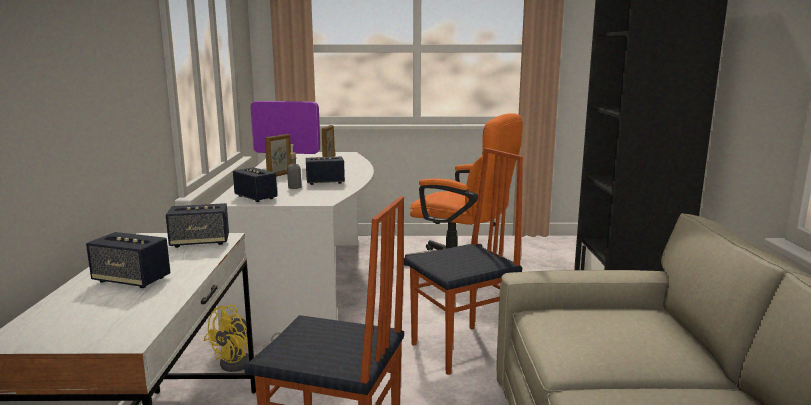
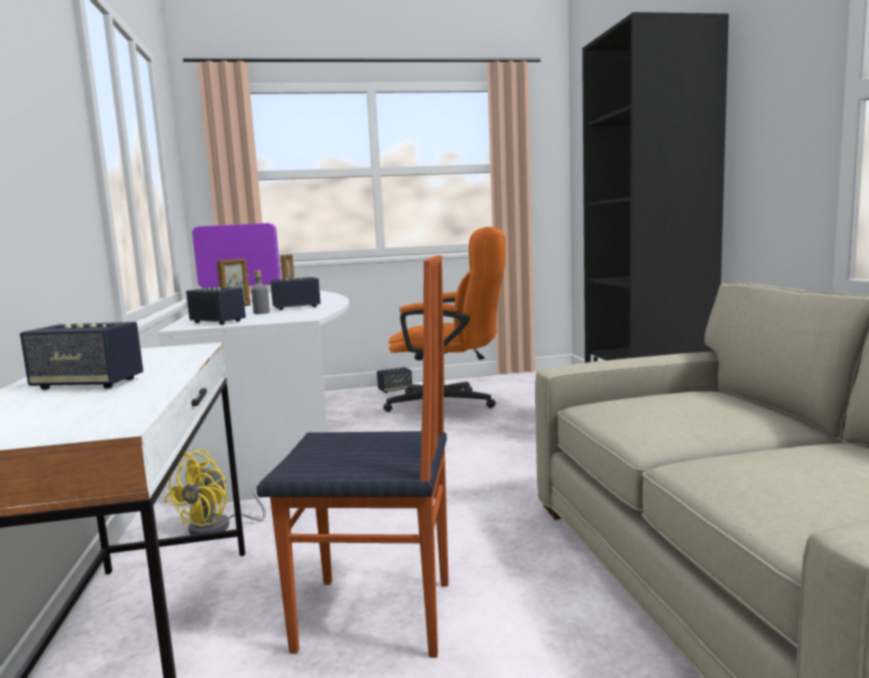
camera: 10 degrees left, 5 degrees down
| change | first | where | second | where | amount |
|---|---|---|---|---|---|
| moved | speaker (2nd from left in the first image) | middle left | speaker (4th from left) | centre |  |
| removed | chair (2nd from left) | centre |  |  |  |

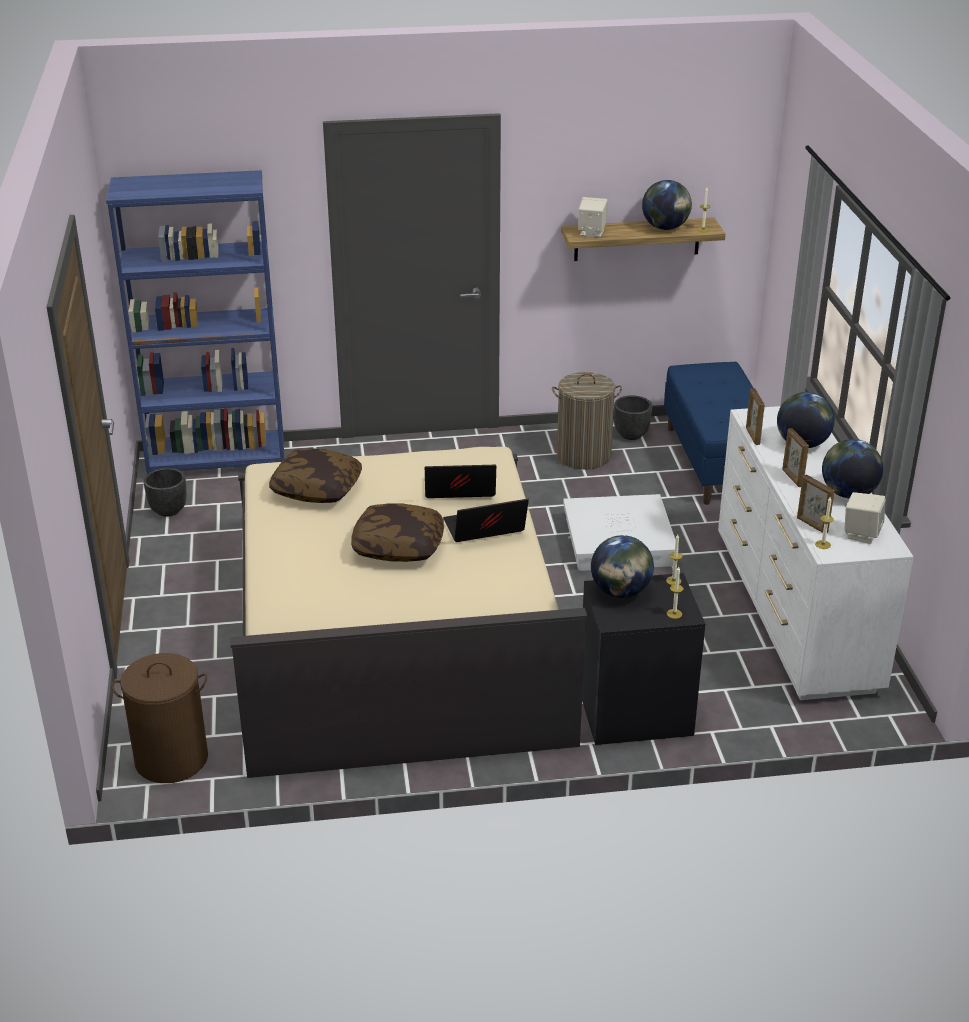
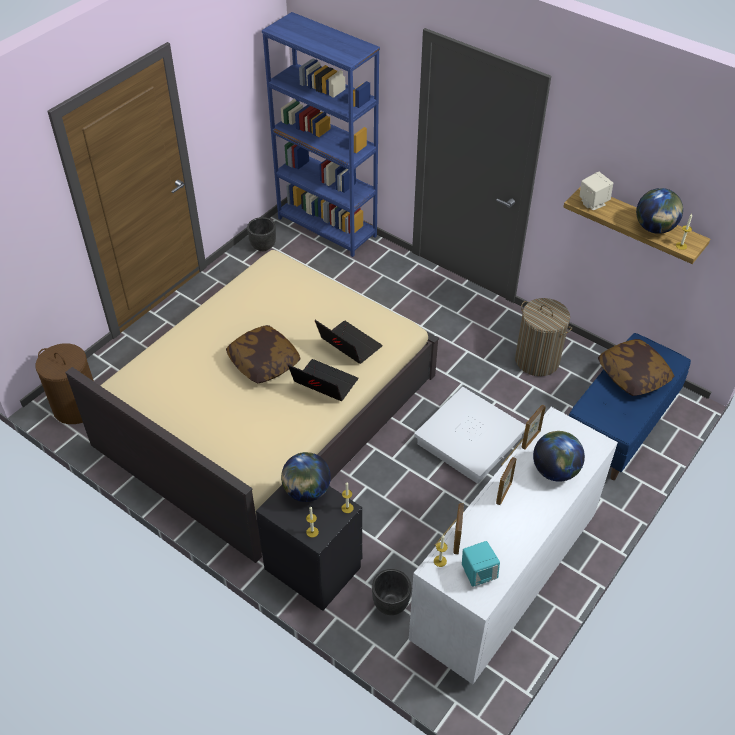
camera: 45 degrees right, 15 degrees up
| change | first | where | second | where | amount |
|---|---|---|---|---|---|
| moved | black planter (2nd from left) | centre |  | bottom centre |  |
| recoloured | beige speaker (2nd from left) | middle right | turquoise speaker | bottom centre |  |
| moved | pillow (1st from left in the first image) | middle left | pillow (2nd from left) | middle right |  |
| removed | globe (4th from left) | middle right |  |  |  |

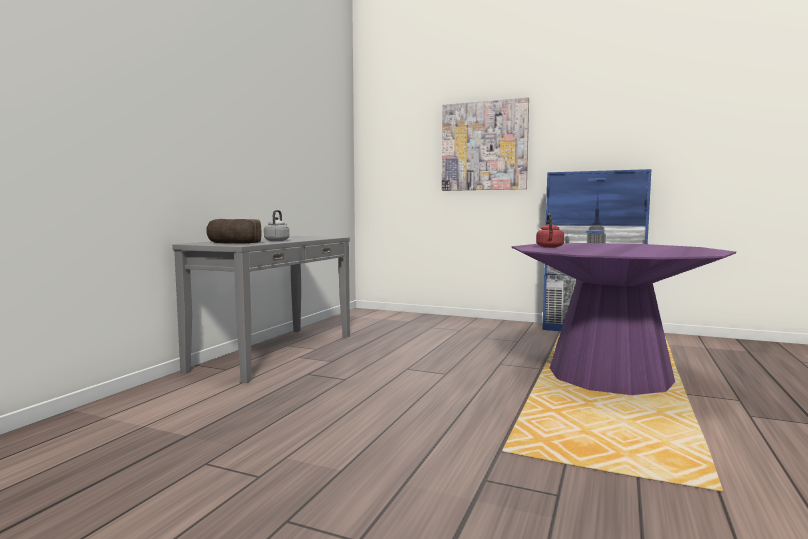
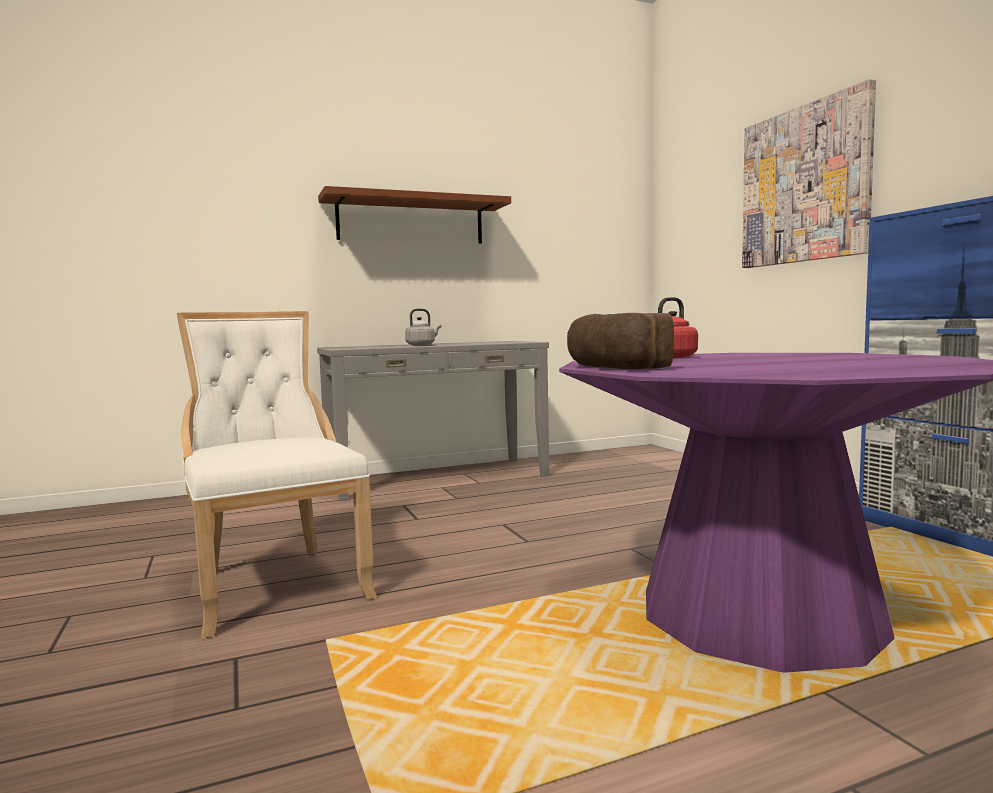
camera: 45 degrees right, 0 degrees up
| change | first | where | second | where | amount |
|---|---|---|---|---|---|
| added |  |  | white chair | middle left |  |
| added |  |  | brown shelf | top centre |  |
| moved | bread | middle left |  | centre |  |

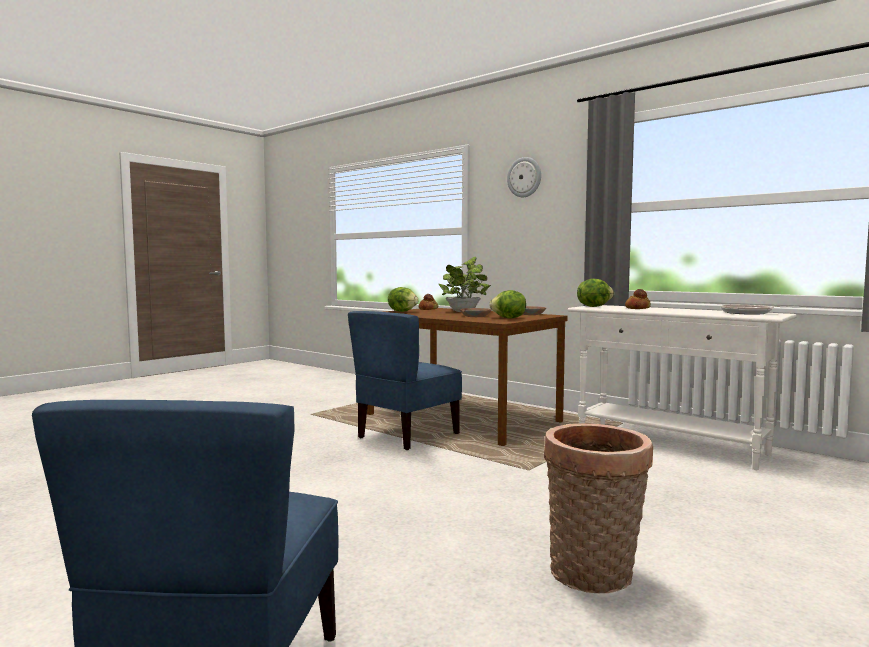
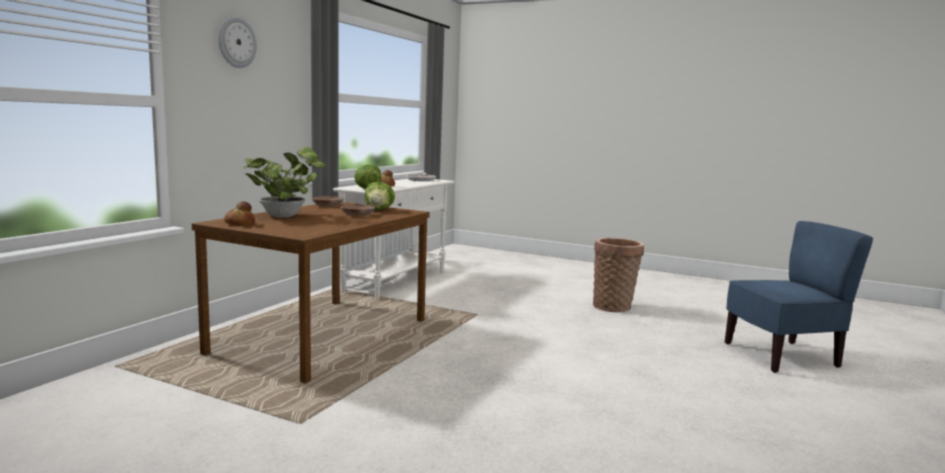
camera: 105 degrees left, 5 degrees up
| change | first | where | second | where | amount |
|---|---|---|---|---|---|
| removed | blue chair (2nd from left) | centre |  |  |  |
| removed | lettuce (1st from left) | centre |  |  |  |

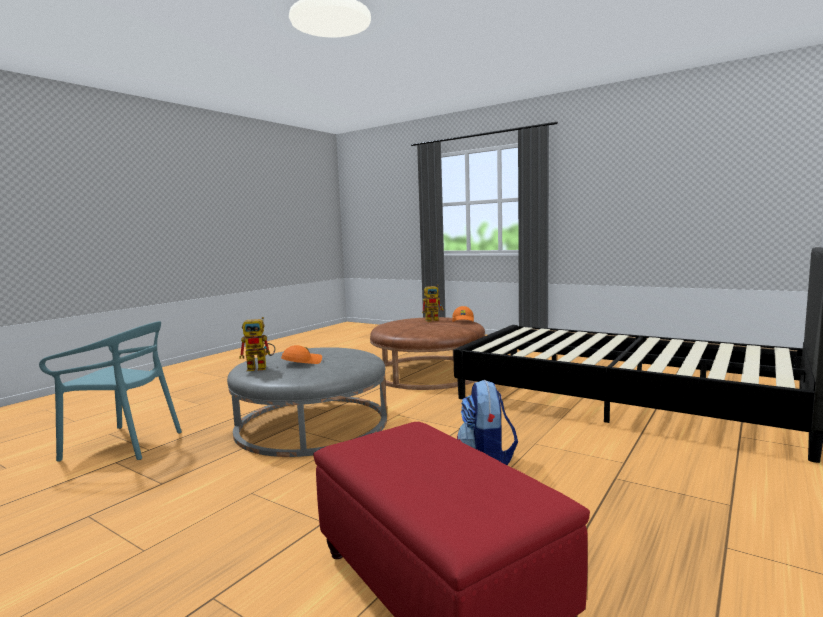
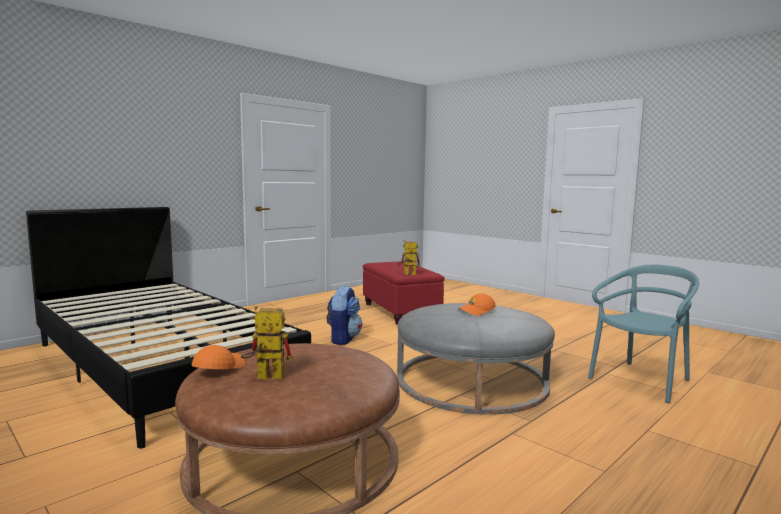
camera: 170 degrees left, 0 degrees up
| change | first | where | second | where | amount |
|---|---|---|---|---|---|
| moved | toy robot (1st from left in the first image) | middle left | toy robot (2nd from left) | centre |  |
| turned | turquoise chair | middle left |  | middle right | 120 degrees clockwise |

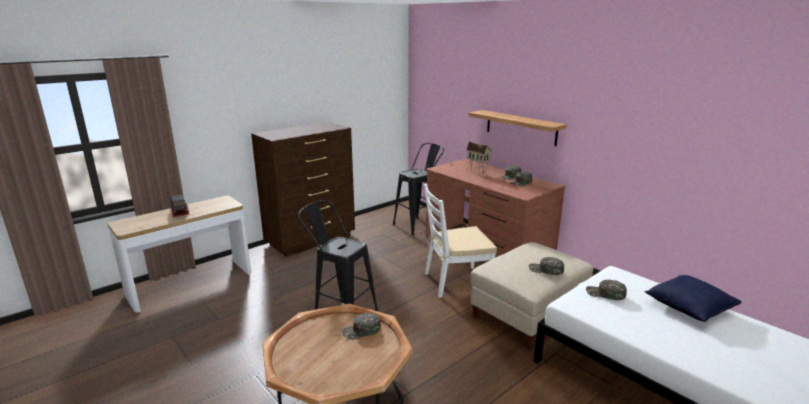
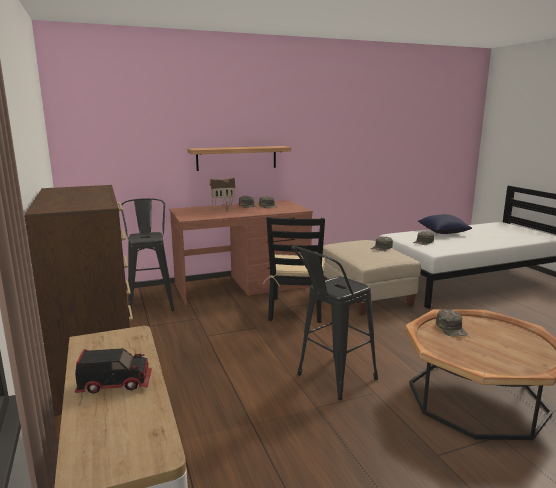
camera: 70 degrees left, 5 degrees down
| change | first | where | second | where | amount |
|---|---|---|---|---|---|
| recoloured | white chair | centre | black chair | centre |  |

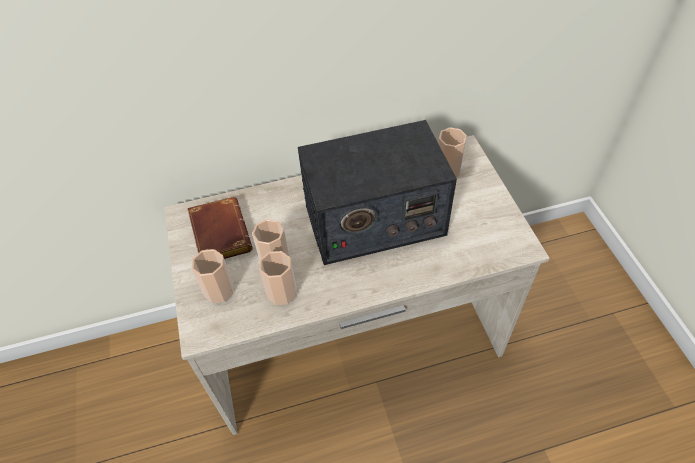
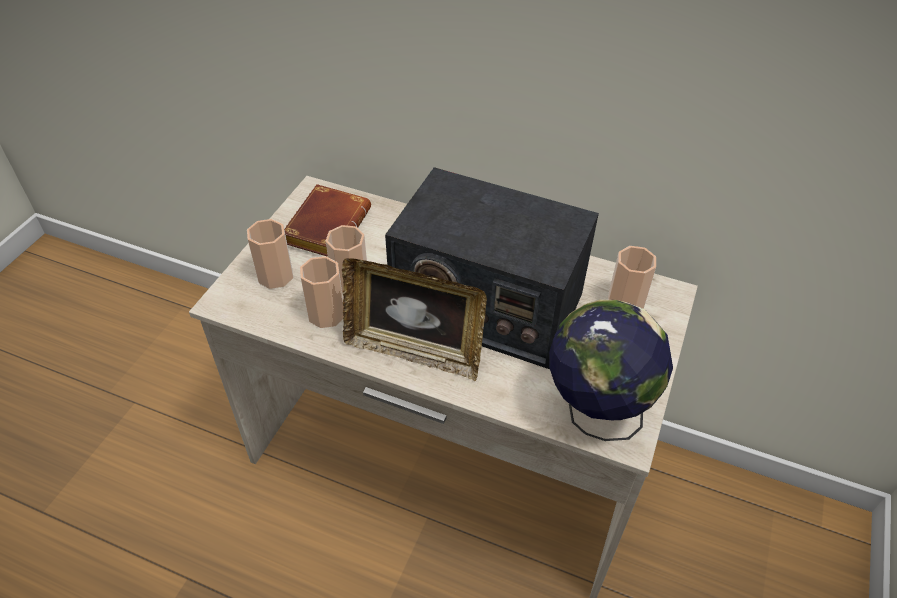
camera: 35 degrees right, 5 degrees down
| change | first | where | second | where | amount |
|---|---|---|---|---|---|
| added |  |  | picture frame | centre |  |
| added |  |  | globe | middle right |  |

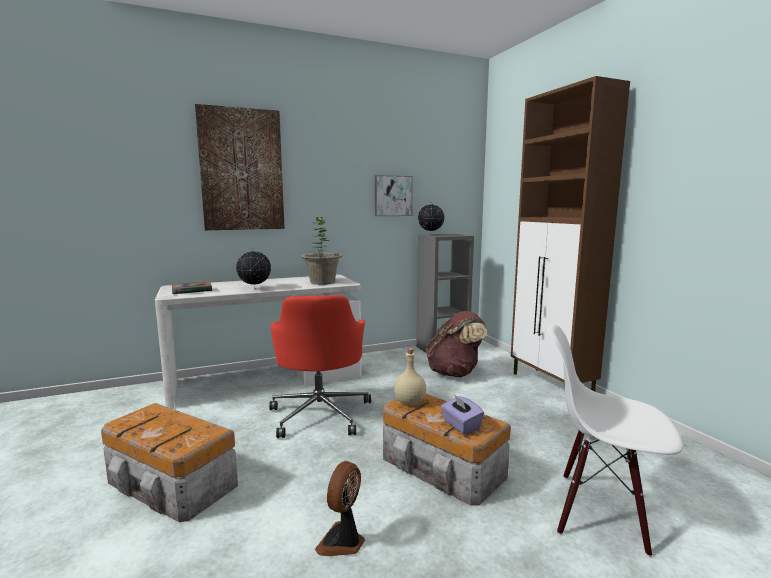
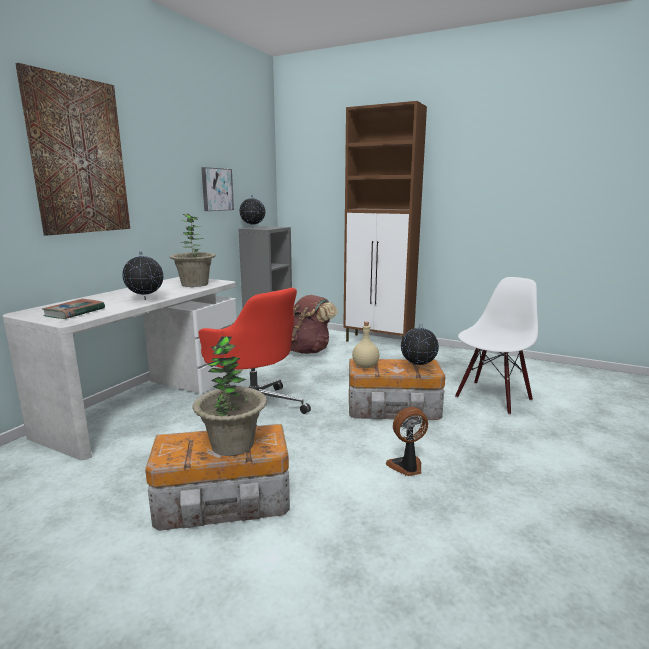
camera: 40 degrees left, 5 degrees up
| change | first | where | second | where | amount |
|---|---|---|---|---|---|
| added |  |  | potted plant (2nd from left) | centre |  |
| turned | fan | bottom centre |  | bottom centre | 90 degrees clockwise |
| replaced | purple tissue box | bottom centre | globe (3rd from left) | centre |  |
| turned | white chair | bottom right |  | middle right | 150 degrees clockwise |

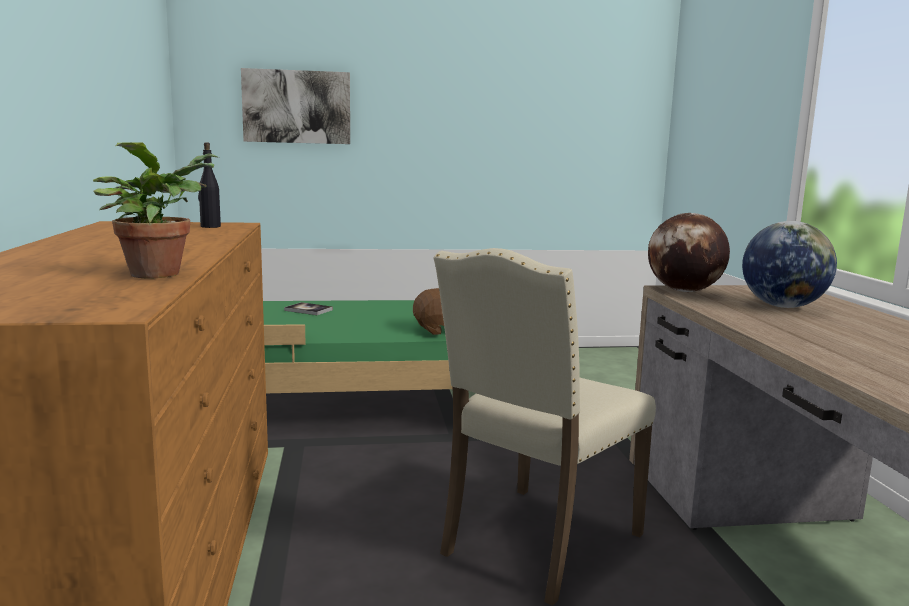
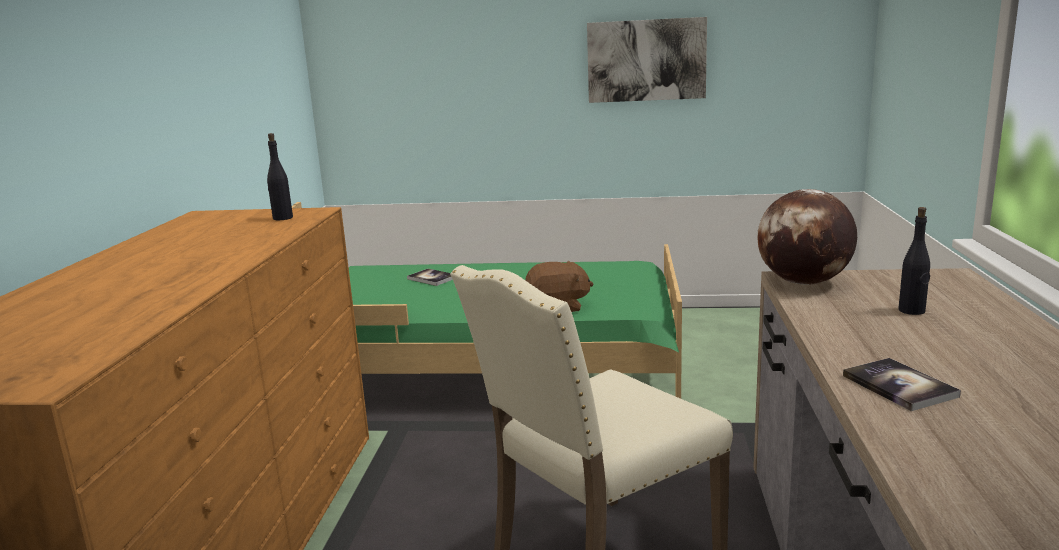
camera: 15 degrees right, 5 degrees up
| change | first | where | second | where | amount |
|---|---|---|---|---|---|
| moved | picture | top left |  | top centre |  |
| added |  |  | book (2nd from left) | bottom right |  |
| replaced | globe (2nd from left) | middle right | black bottle (2nd from left) | middle right |  |
| removed | potted plant | middle left |  |  |  |

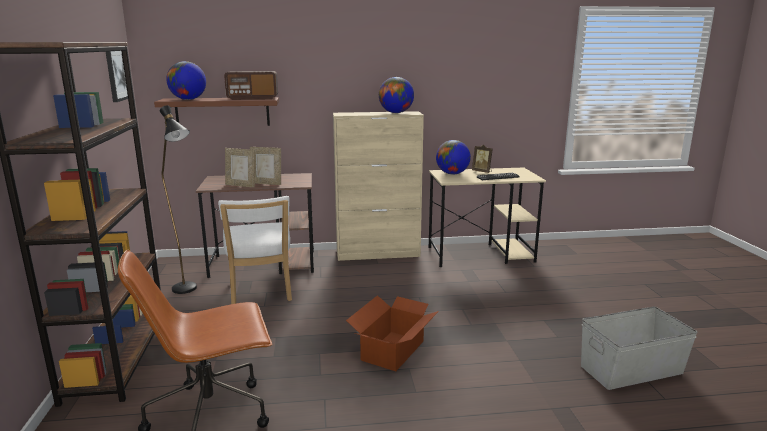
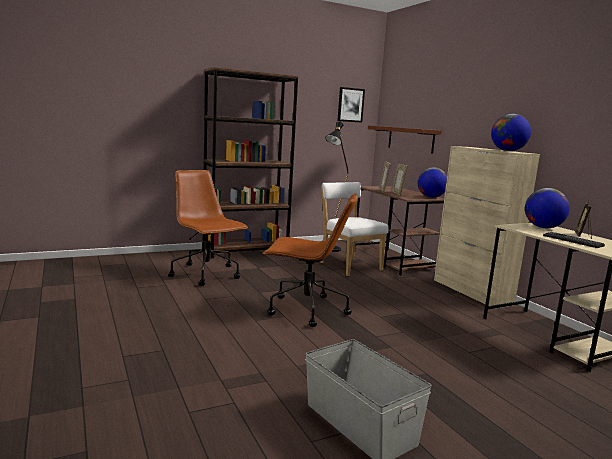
camera: 70 degrees right, 5 degrees down
| change | first | where | second | where | amount |
|---|---|---|---|---|---|
| replaced | cardboard box | bottom centre | brown office chair (2nd from left) | centre |  |
| turned | white chair | middle left |  | centre | 90 degrees clockwise |
| moved | globe (1st from left) | top left |  | middle right |  |
| removed | radio | top left |  |  |  |

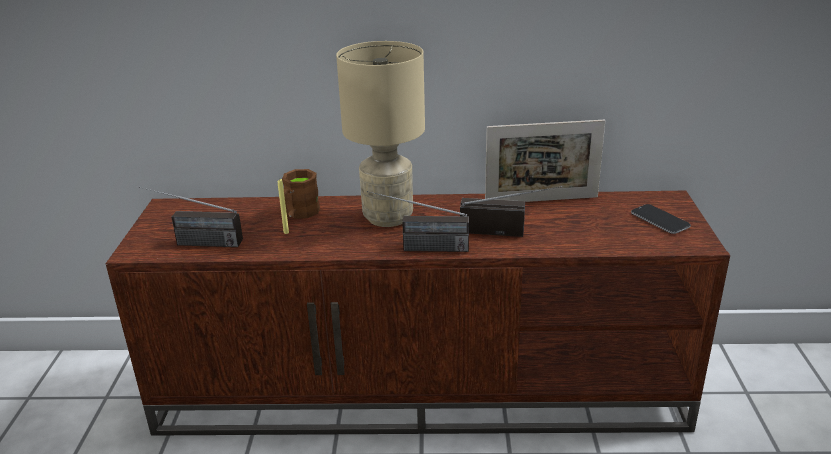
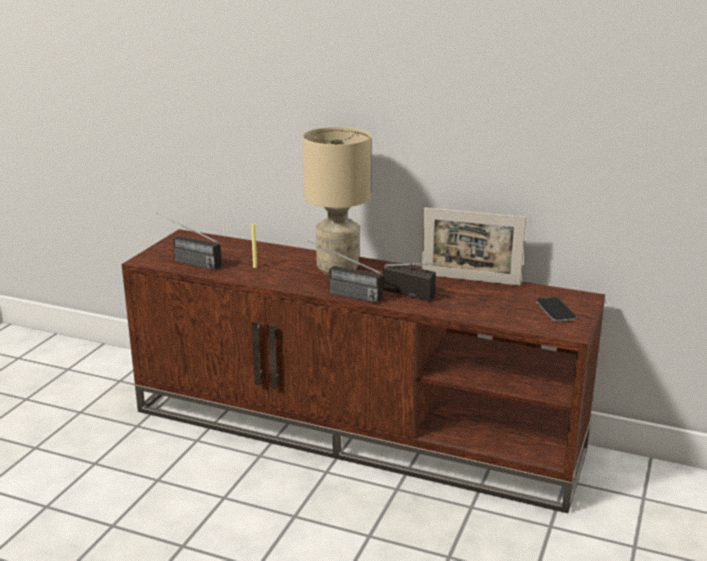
camera: 20 degrees right, 5 degrees down
| change | first | where | second | where | amount |
|---|---|---|---|---|---|
| removed | brown mug | centre |  |  |  |

